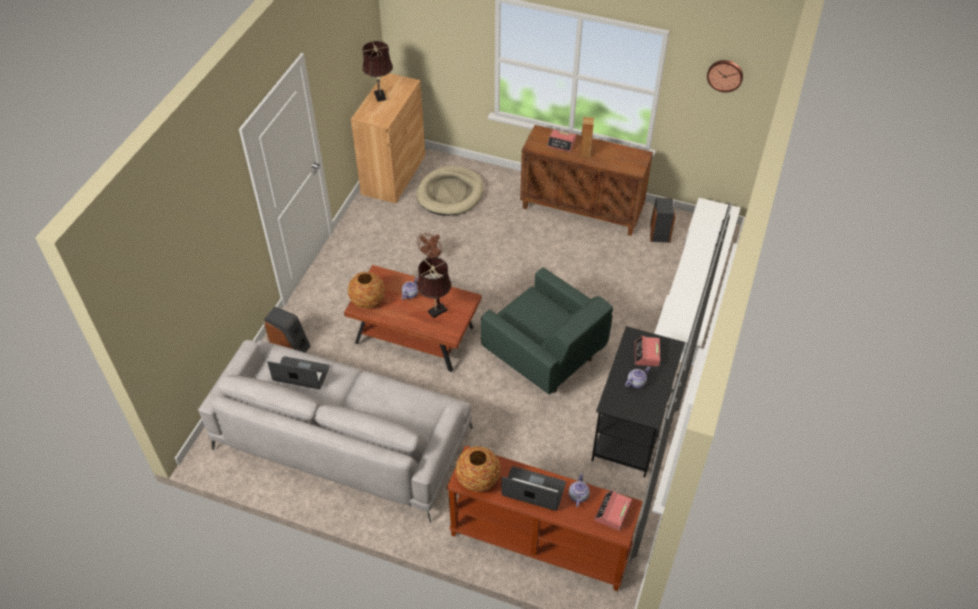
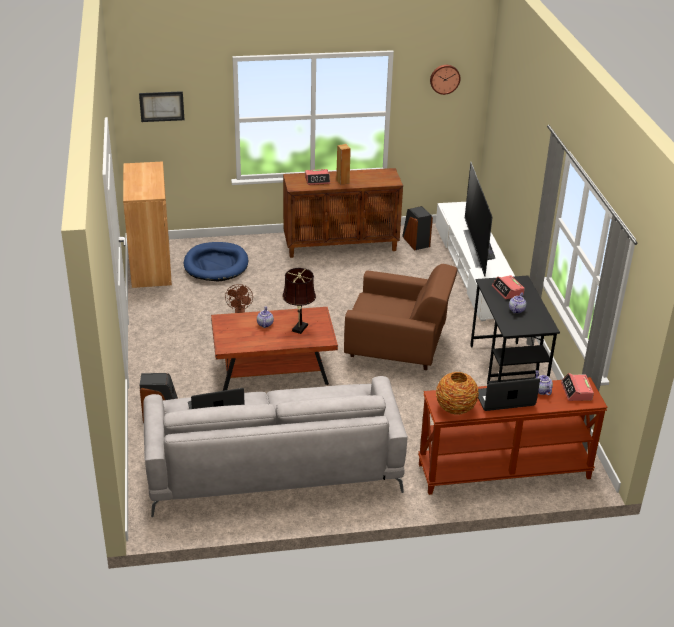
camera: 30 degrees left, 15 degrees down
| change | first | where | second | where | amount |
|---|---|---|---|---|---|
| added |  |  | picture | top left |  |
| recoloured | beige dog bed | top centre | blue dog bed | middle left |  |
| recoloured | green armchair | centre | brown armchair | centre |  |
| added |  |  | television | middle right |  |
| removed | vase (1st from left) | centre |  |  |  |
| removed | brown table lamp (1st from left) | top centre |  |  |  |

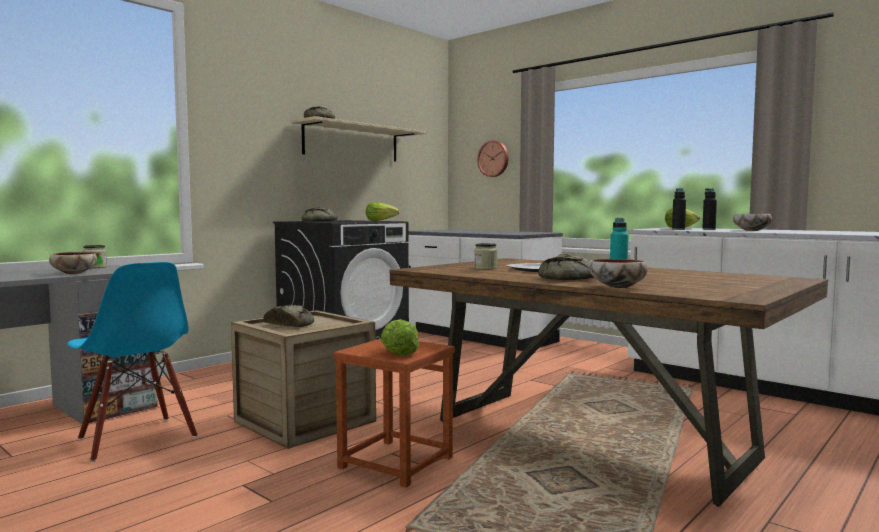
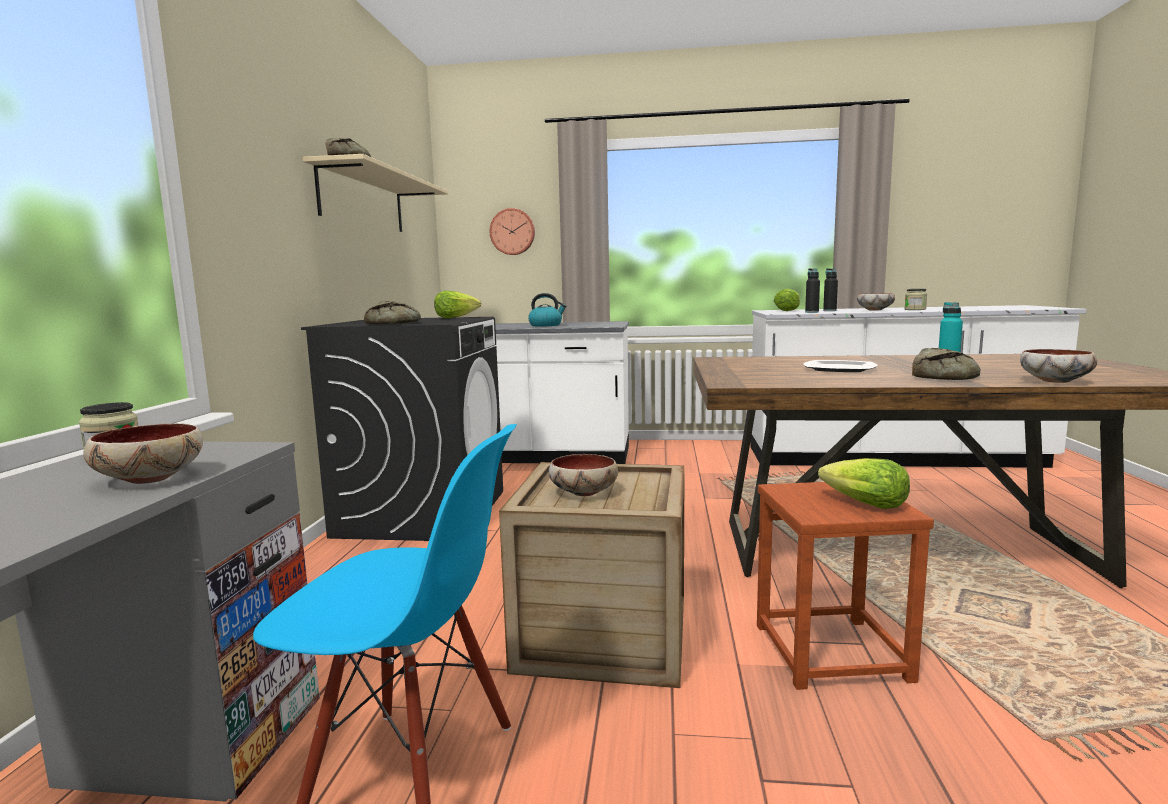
camera: 35 degrees left, 5 degrees up
| change | first | where | second | where | amount |
|---|---|---|---|---|---|
| added |  |  | kettle | centre |  |
| replaced | bread (1st from left) | middle left | bowl (2nd from left) | centre |  |
| moved | jar (2nd from left) | centre |  | middle right |  |

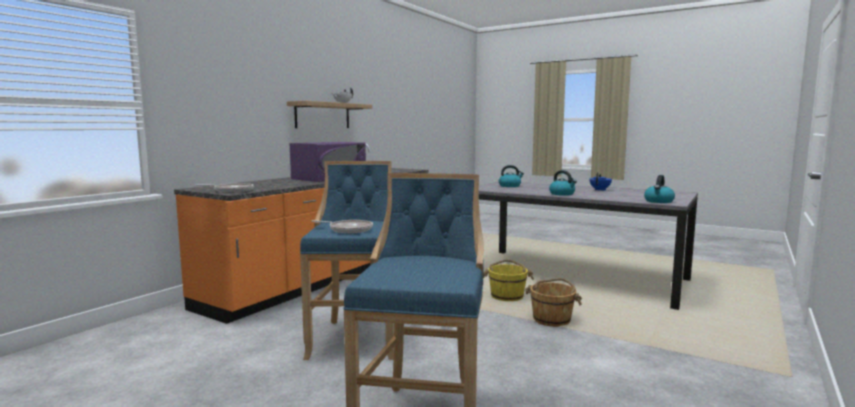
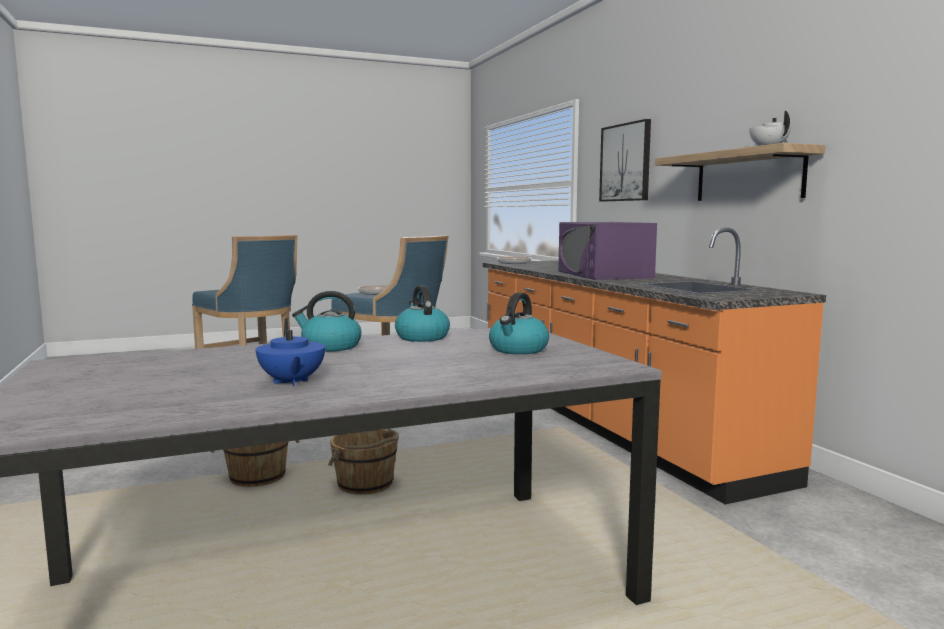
camera: 125 degrees right, 0 degrees up
| change | first | where | second | where | amount |
|---|---|---|---|---|---|
| recoloured | yellow bucket | bottom centre | brown bucket (2nd from left) | bottom centre |  |
| moved | kettle (3rd from left in the first image) | middle right | kettle (2nd from left) | centre |  |
| added |  |  | picture | top centre |  |

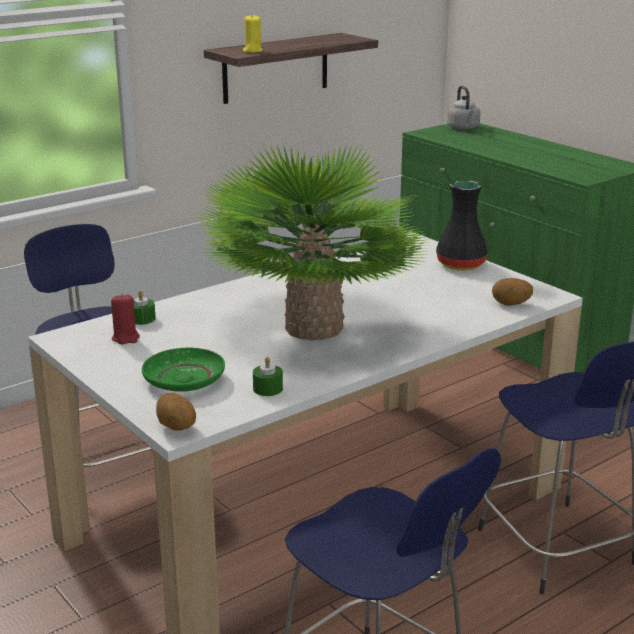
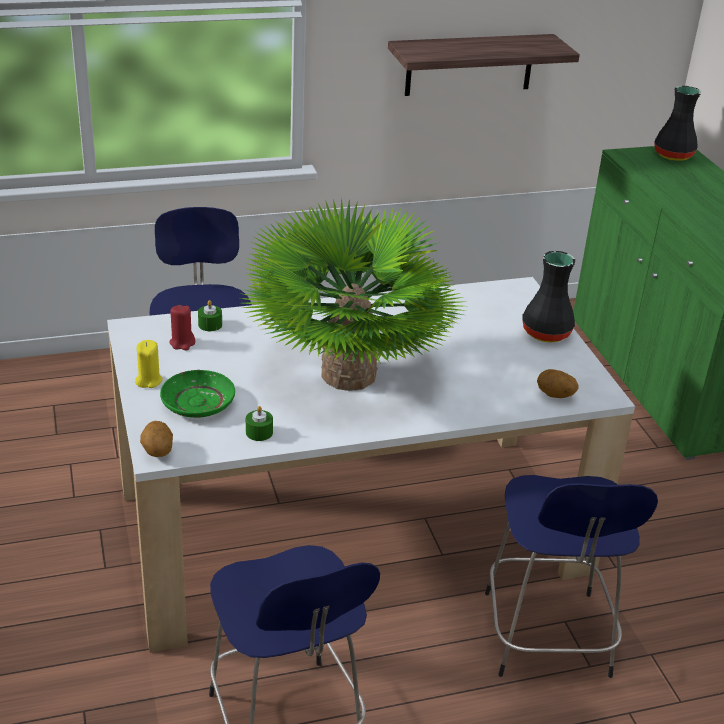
camera: 20 degrees right, 10 degrees up
| change | first | where | second | where | amount |
|---|---|---|---|---|---|
| moved | yellow candle | top centre |  | middle left |  |
| replaced | grey kettle | top right | black vase (2nd from left) | top right |  |

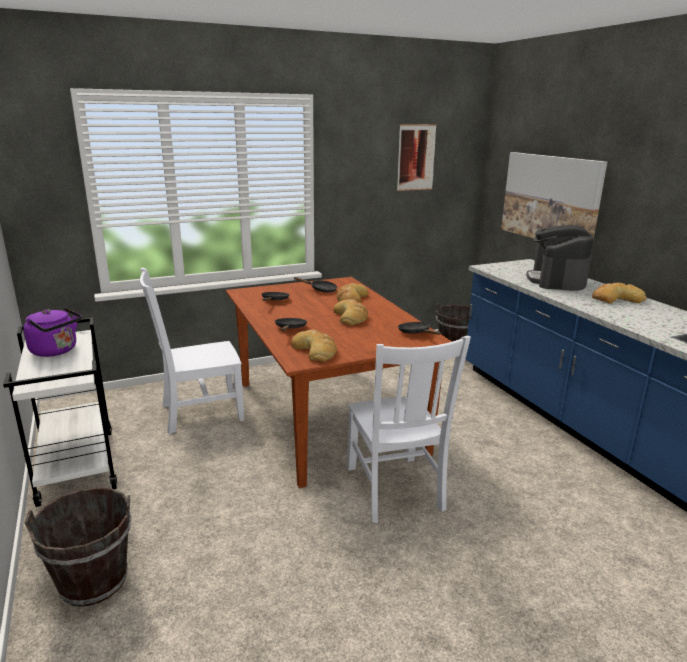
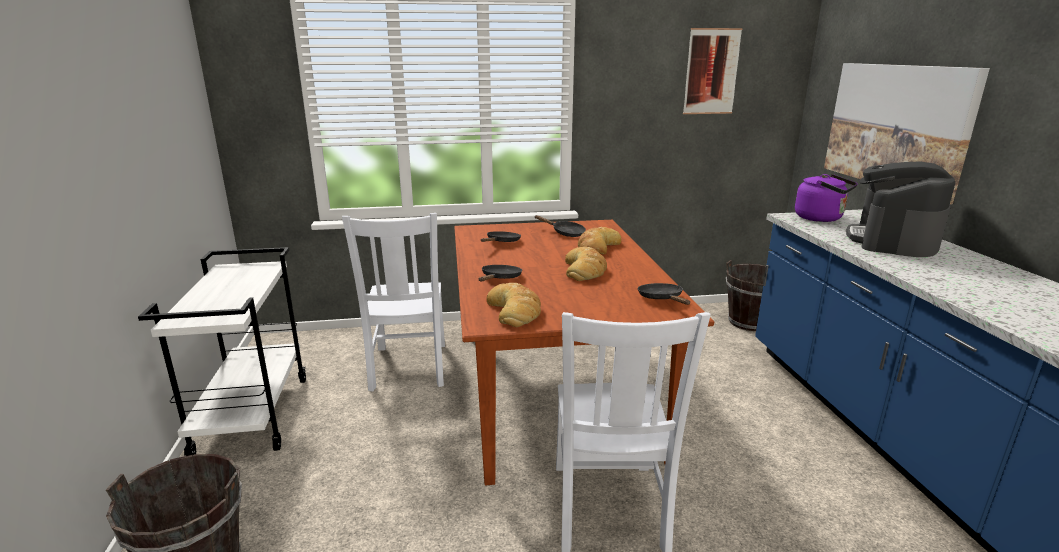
camera: 15 degrees right, 0 degrees up
| change | first | where | second | where | amount |
|---|---|---|---|---|---|
| turned | white chair (1st from left) | middle left |  | centre | 90 degrees counterclockwise |
| moved | purple kettle | middle left |  | middle right |  |
| removed | bread (4th from left) | middle right |  |  |  |

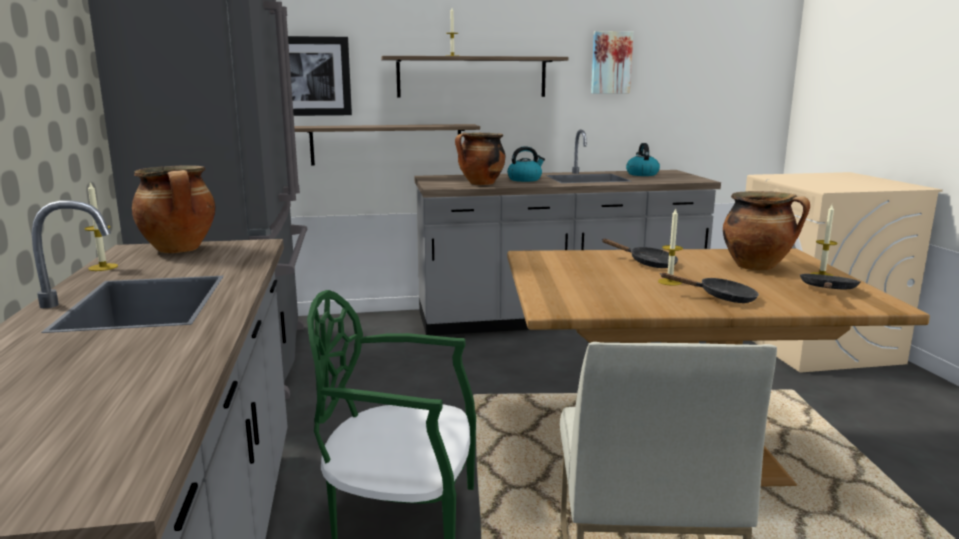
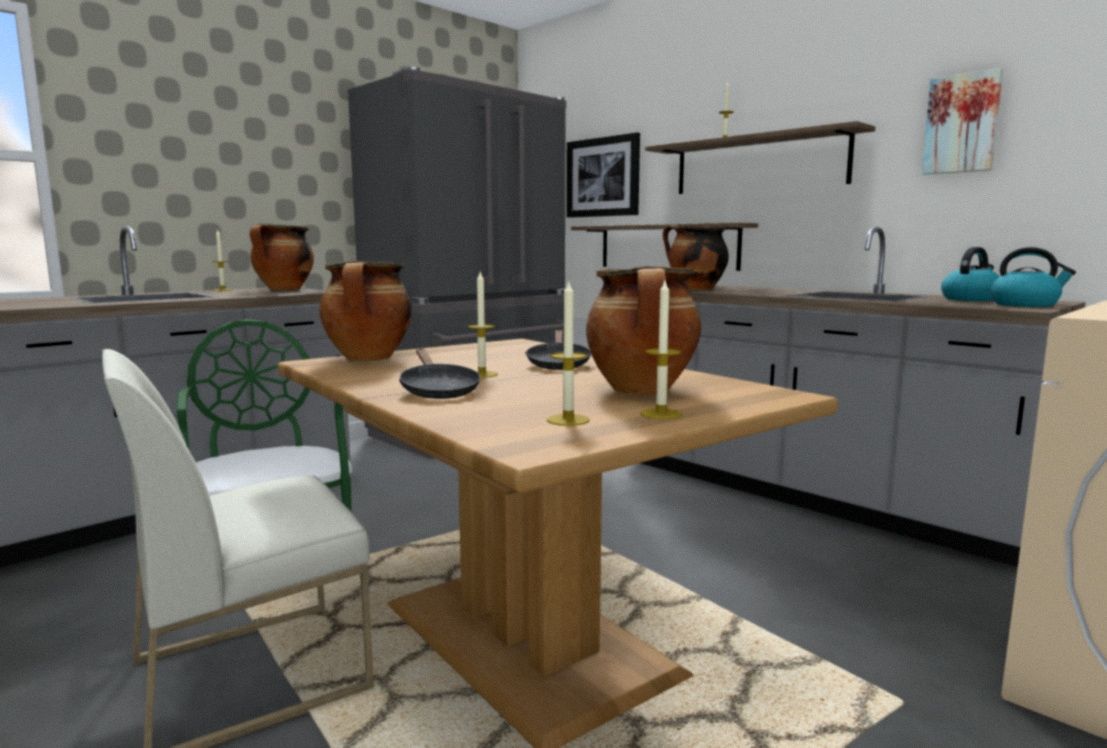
camera: 55 degrees right, 5 degrees down
| change | first | where | second | where | amount |
|---|---|---|---|---|---|
| added |  |  | cooking pot (2nd from left) | middle left |  |
| replaced | black frying pan (3rd from left) | middle right | candle (3rd from left) | centre |  |
| moved | kettle (1st from left in the first image) | top centre | kettle (2nd from left) | middle right |  |

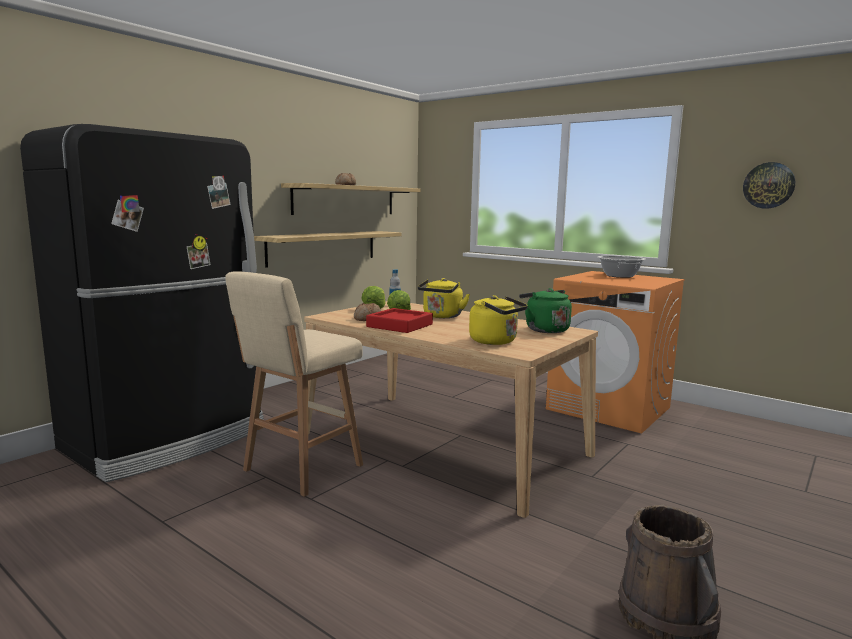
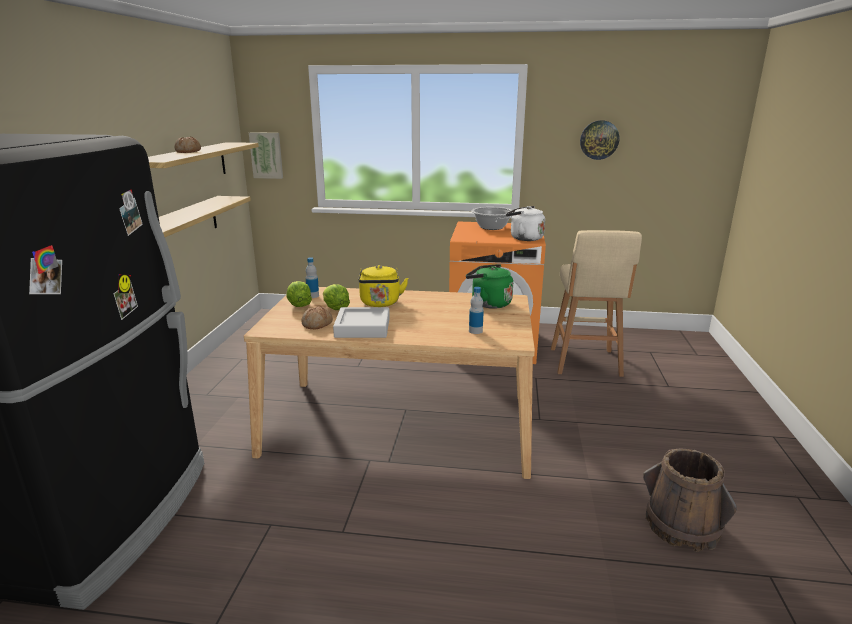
camera: 30 degrees left, 10 degrees up
| change | first | where | second | where | amount |
|---|---|---|---|---|---|
| added |  |  | picture | top left |  |
| recoloured | red tray | centre | grey tray | centre |  |
| replaced | yellow kettle (2nd from left) | centre | bottle (2nd from left) | centre |  |
| added |  |  | white kettle | centre |  |
| moved | beige stool | centre |  | middle right |  |

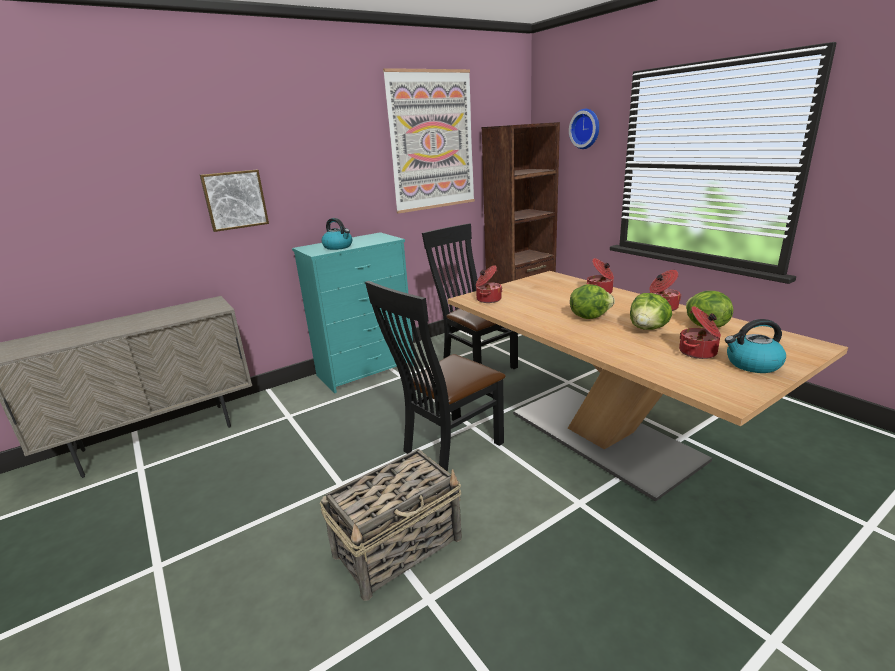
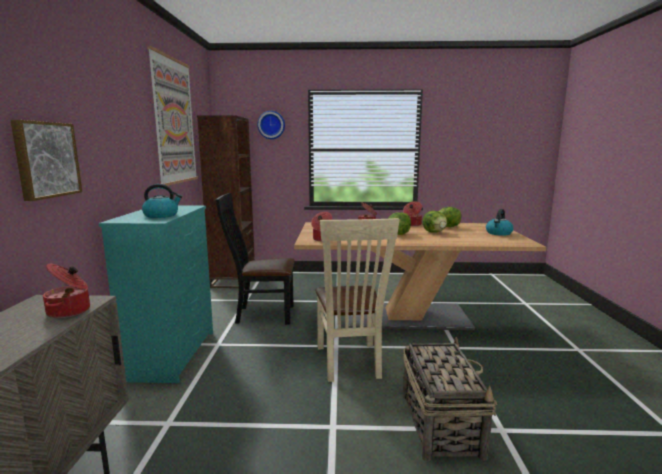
camera: 55 degrees left, 10 degrees down
| change | first | where | second | where | amount |
|---|---|---|---|---|---|
| moved | cooking pot (4th from left in the first image) | middle right | cooking pot (1st from left) | middle left |  |
| recoloured | black chair (1st from left) | centre | beige chair | centre |  |

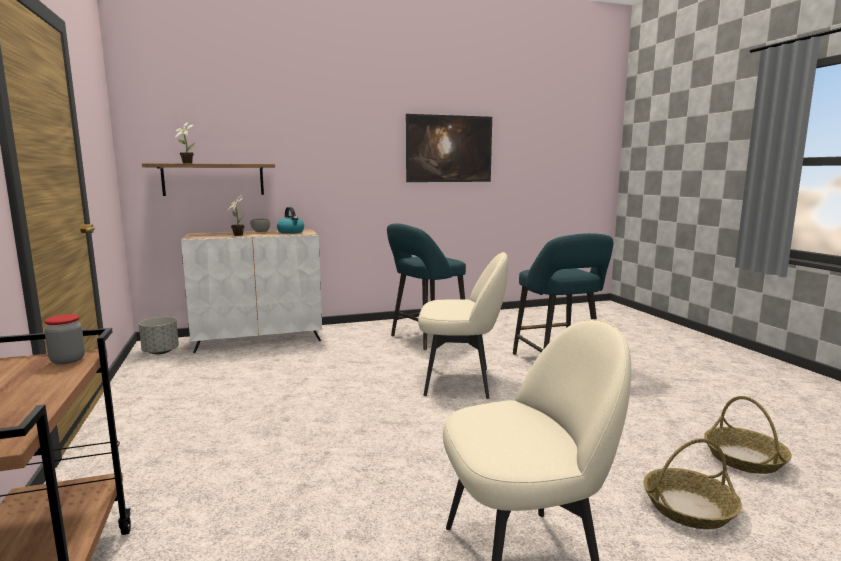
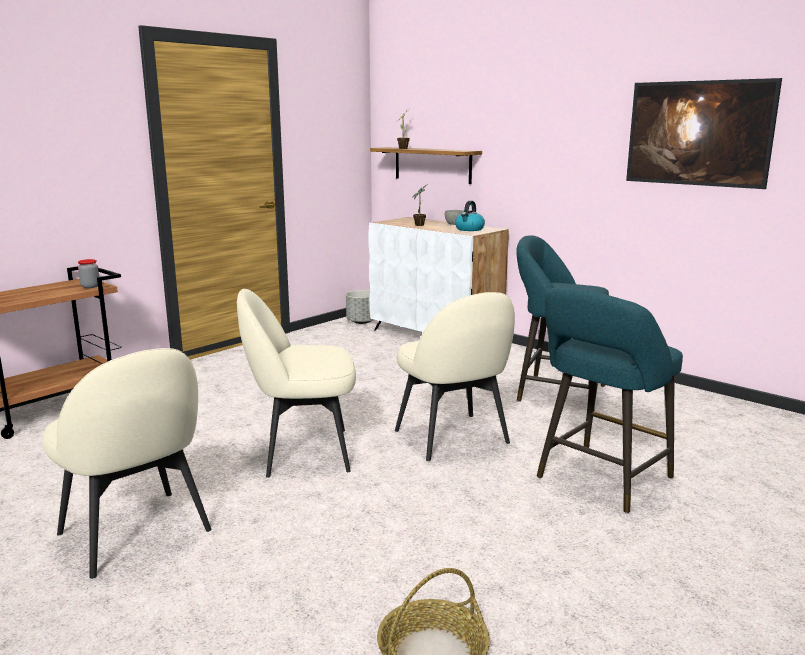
camera: 60 degrees right, 5 degrees up
| change | first | where | second | where | amount |
|---|---|---|---|---|---|
| added |  |  | beige chair (2nd from left) | centre |  |
| removed | basket (1st from left) | bottom right |  |  |  |

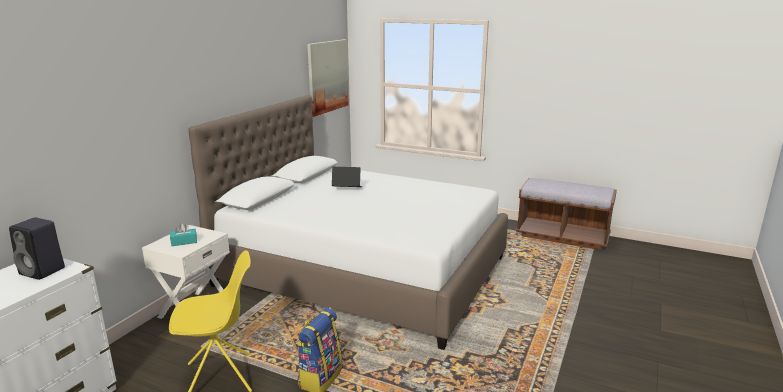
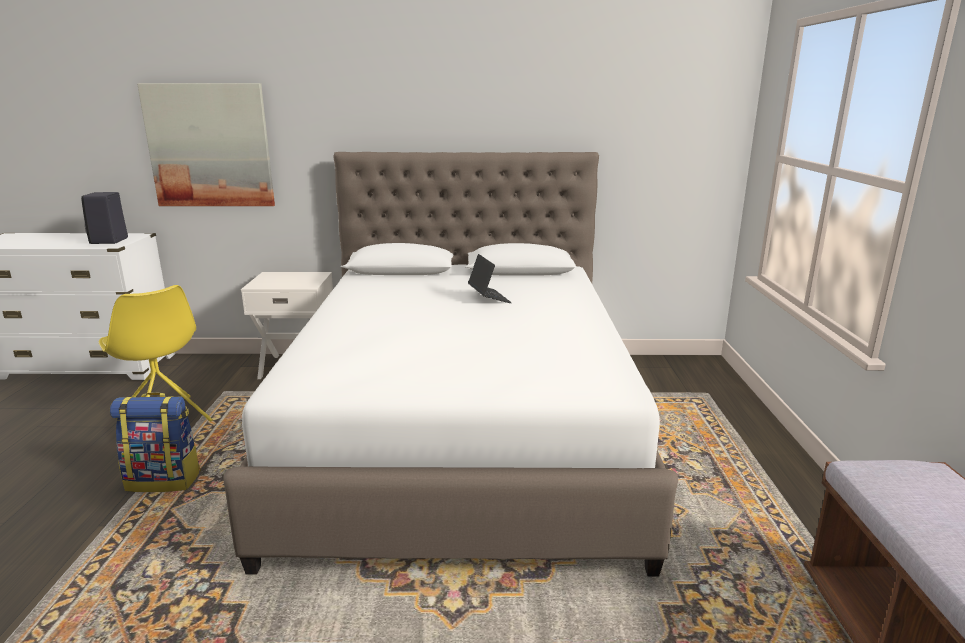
camera: 65 degrees right, 0 degrees up
| change | first | where | second | where | amount |
|---|---|---|---|---|---|
| moved | picture | top centre |  | top left |  |
| removed | turquoise tissue box | middle left |  |  |  |

